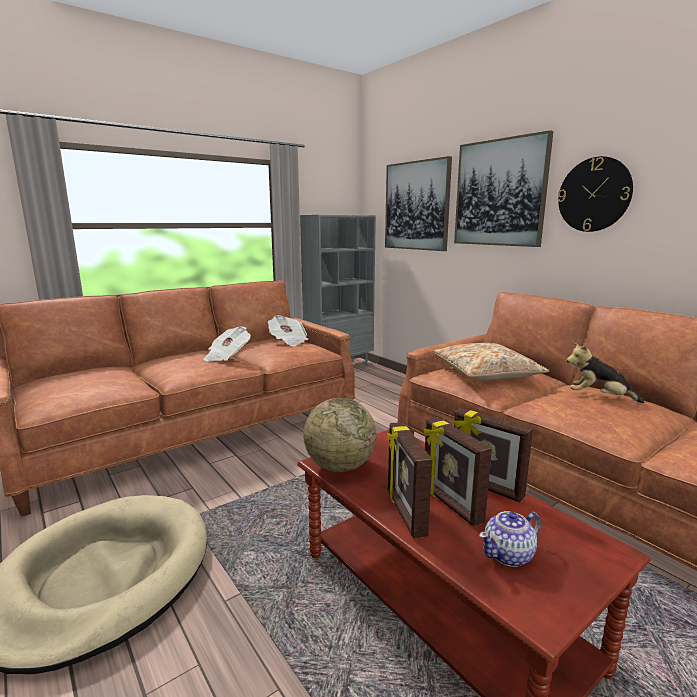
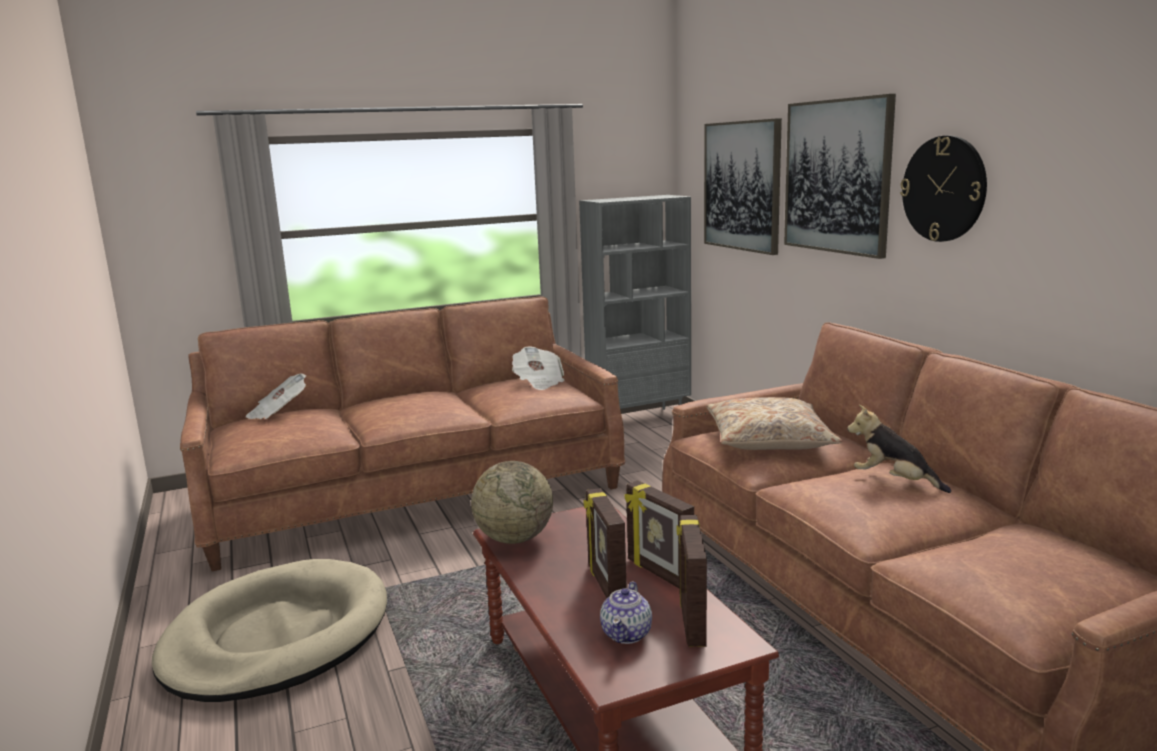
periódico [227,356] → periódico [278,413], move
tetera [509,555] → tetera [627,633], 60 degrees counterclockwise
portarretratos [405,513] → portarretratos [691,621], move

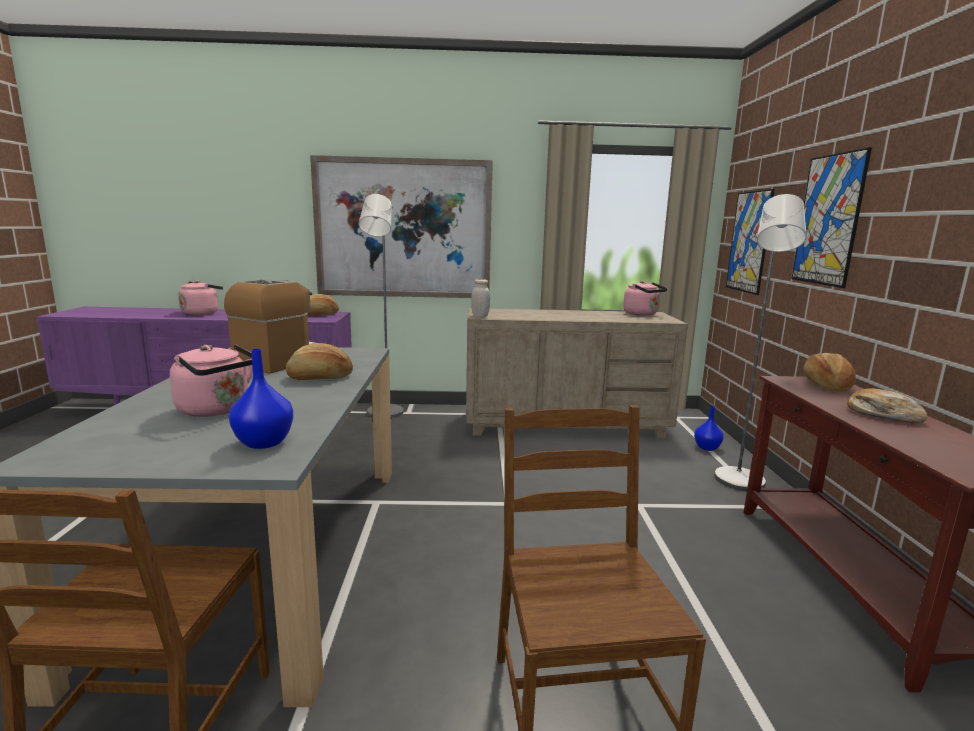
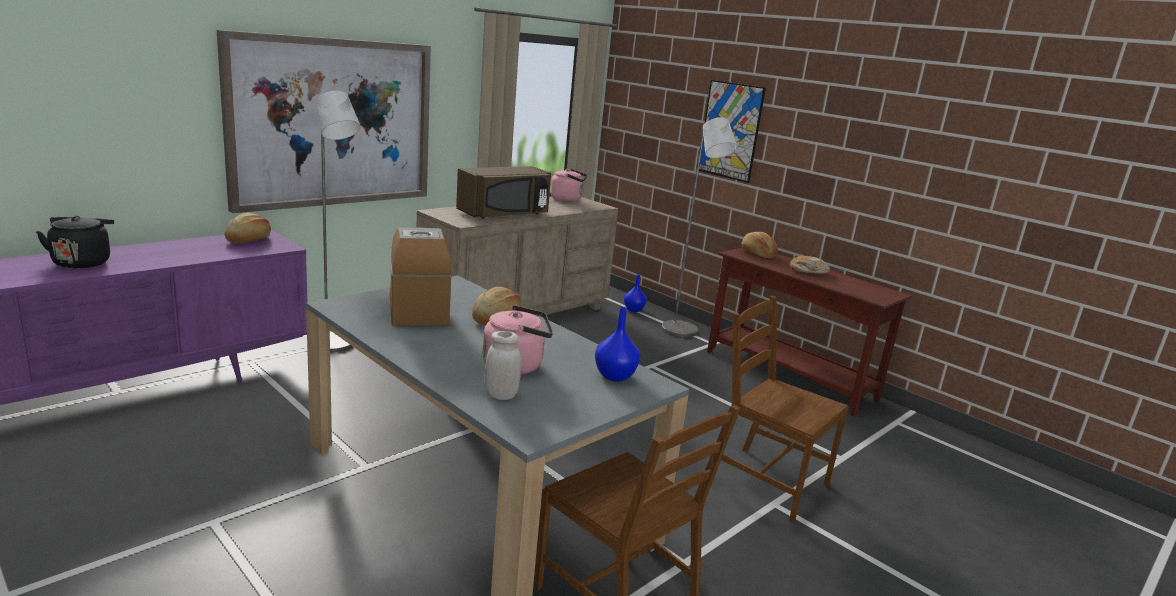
hervidor (rosa) [202,313] → hervidor (negro) [82,262]
- → microondas (marrón) [505,214]
tarro (blanco) [480,316] → tarro (blanco) [501,395], move
cuadro [749,242] → -

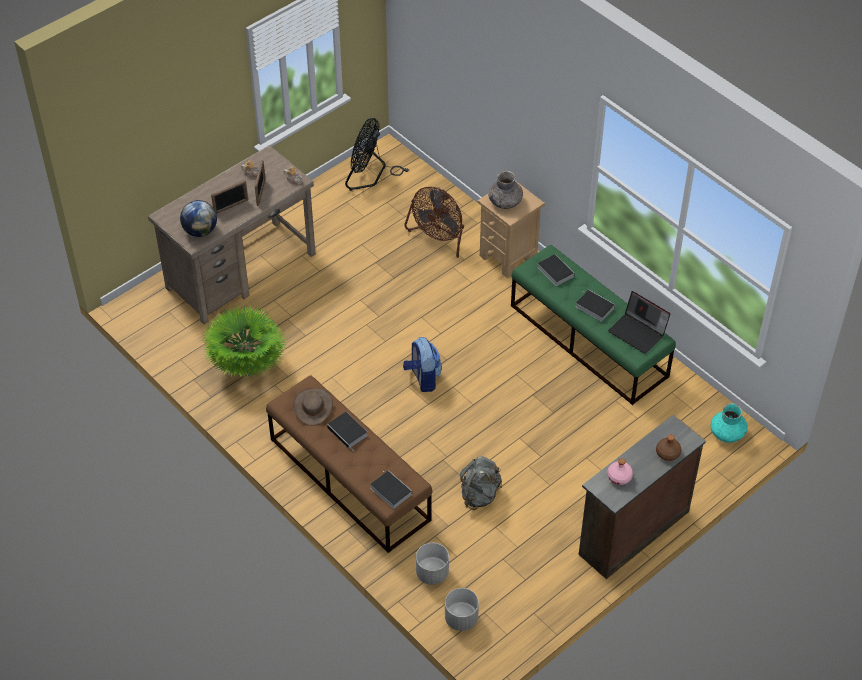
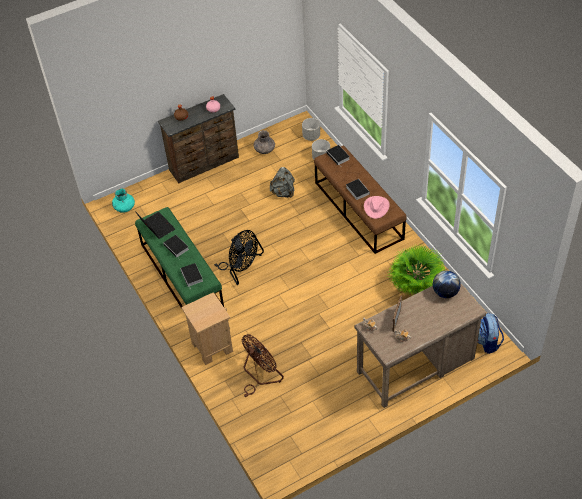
ventilador (negro) [372,172] → ventilador (negro) [240,267], move
florero (gris) [505,201] → florero (gris) [264,150], move
sombrero (marrón) [313,407] → sombrero (rosa) [376,207]
mochila [423,378] → mochila [488,342], move
portarretratos [231,207] → -

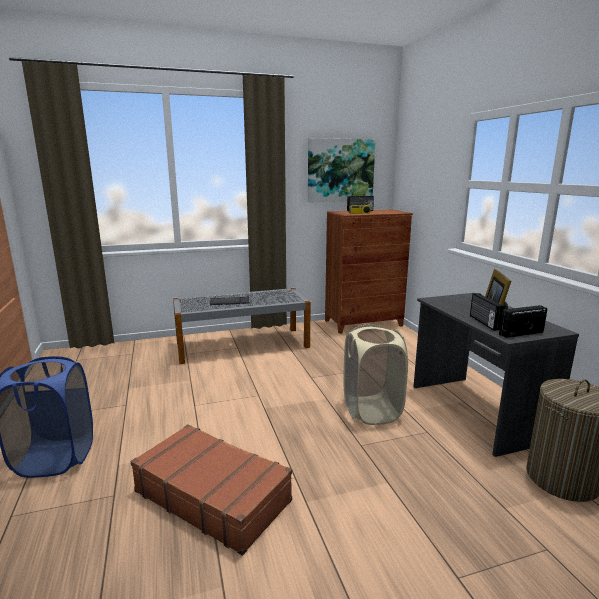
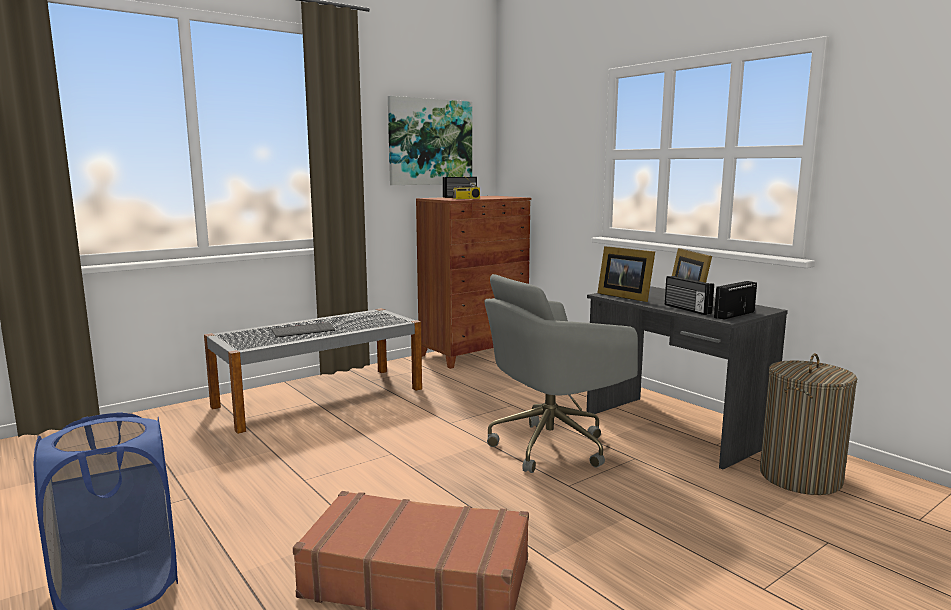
cesto de la ropa (beis) [371,410] → silla de oficina (gris) [554,447]
- → portarretratos [624,296]

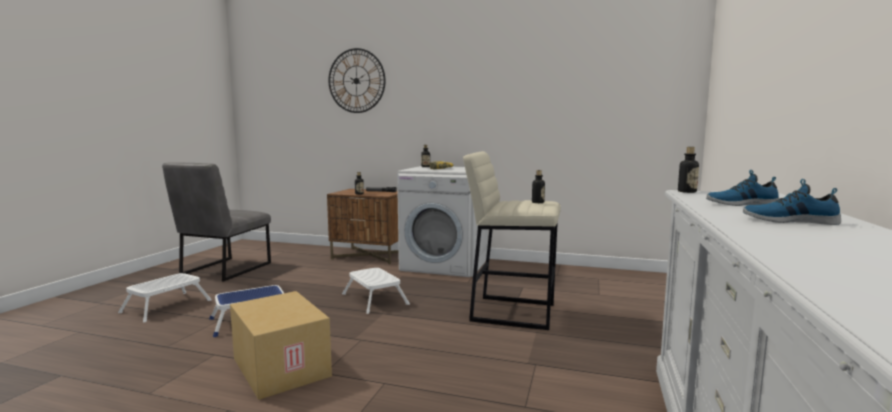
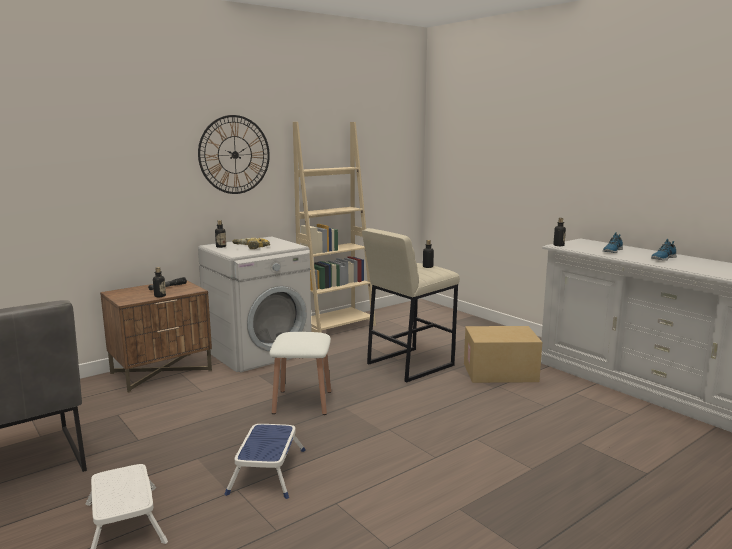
reloj de pared [356,81] → reloj de pared [234,155], move
escalera de tijera (blanco) [374,299] → taburete (blanco) [302,402]
- → estantería (beis) [337,327]
caja de cartón [279,367] → caja de cartón [499,373], move

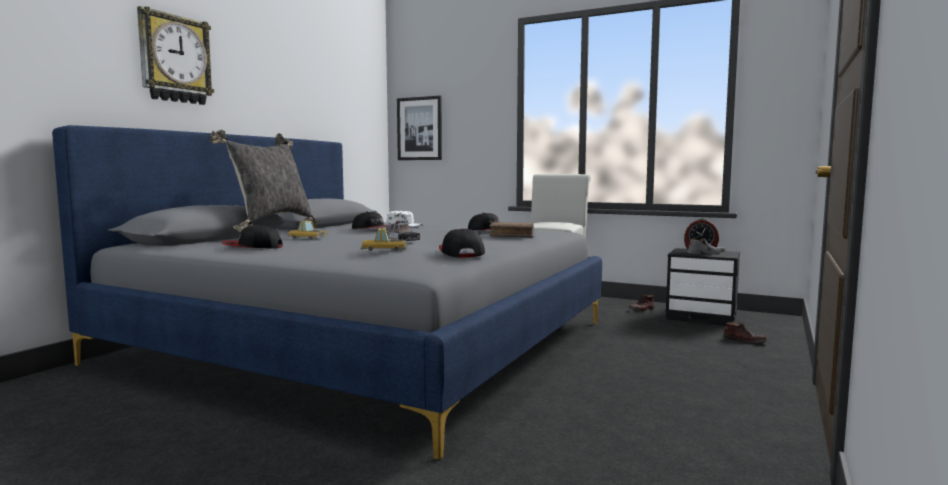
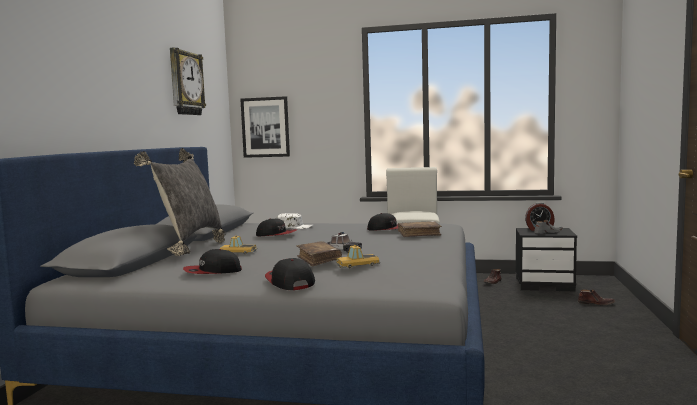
reloj de pared [174,59] → reloj de pared [185,83], move
gorra [461,252] → gorra [289,282], move
- → libro (marrón) [318,259]

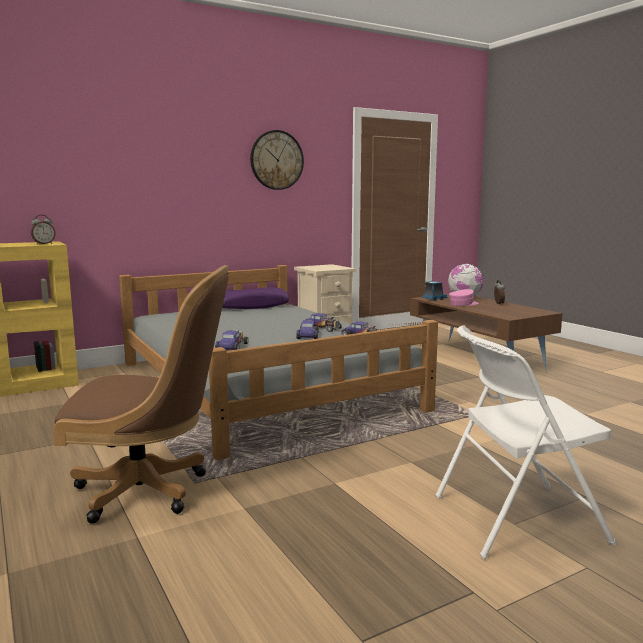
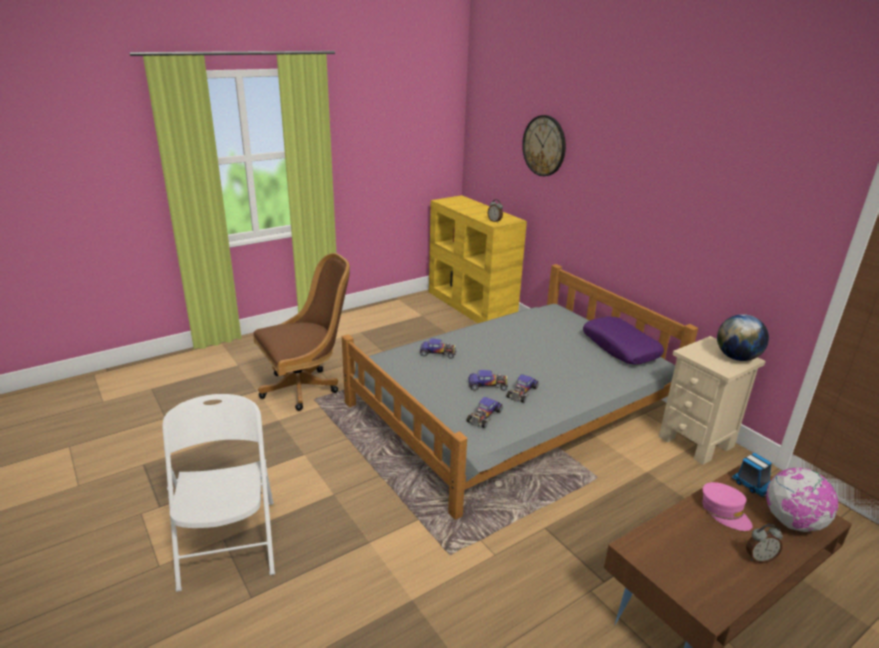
silla de oficina (marrón) [153,491] → silla de oficina (marrón) [306,387], 120 degrees counterclockwise
reloj de pared [276,160] → reloj de pared [544,146], move
- → globo terráqueo [736,357]

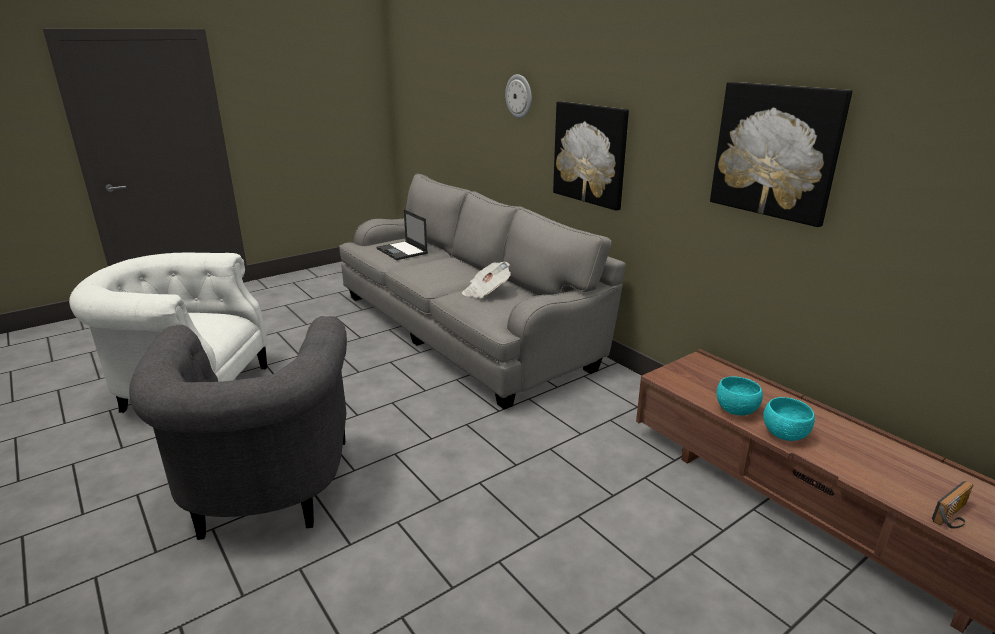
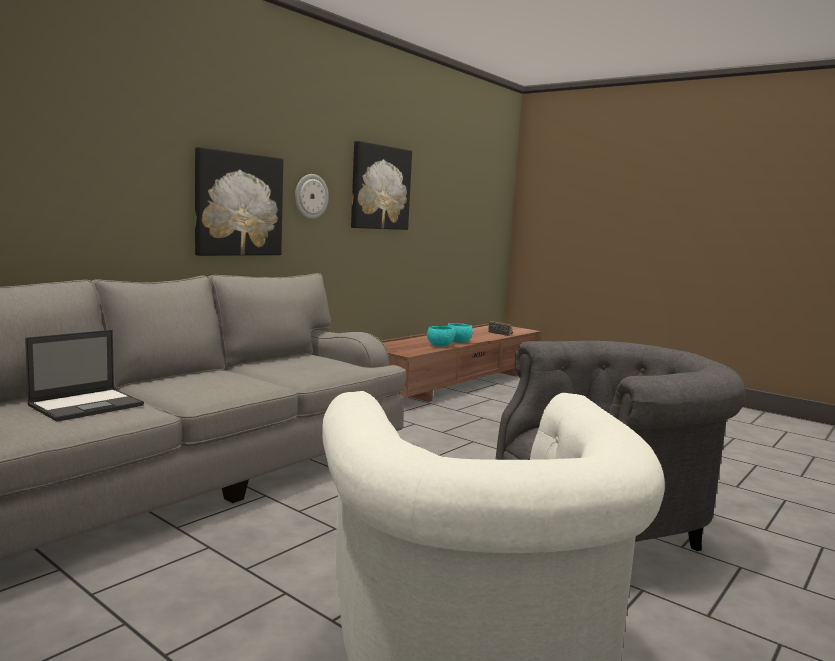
reloj de pared [519,96] → reloj de pared [310,196], move
periódico [486,292] → -

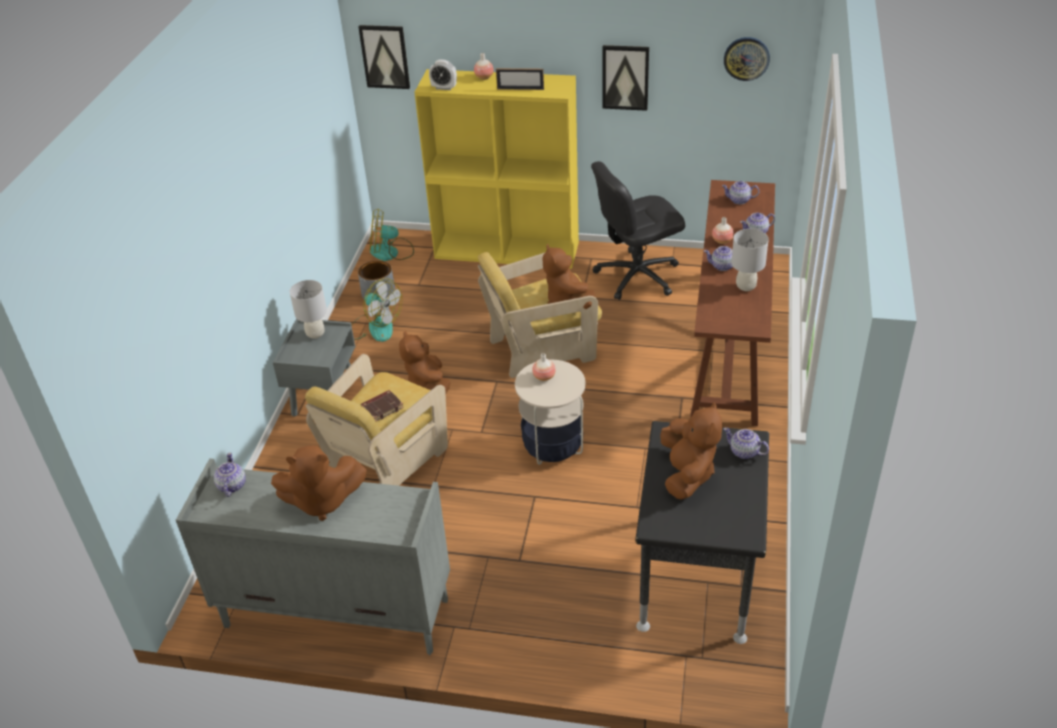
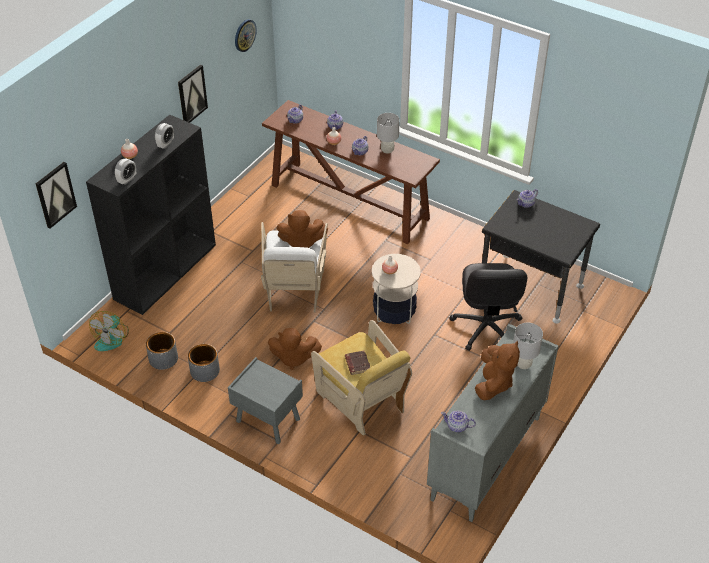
estantería (amarillo) [508,250] → estantería (negro) [165,271]
portarretratos [520,89] → despertador [165,144]
ventilador [375,327] → maceta (gris) [205,371]
sillón (amarillo) [542,348] → sillón (blanco) [295,287]
silla de oficina (negro) [637,276] → silla de oficina (negro) [486,327], move
lámpara de mesa (gris) [314,335] → lámpara de mesa (gris) [523,365], move
peluche (marrón) [687,474] → -

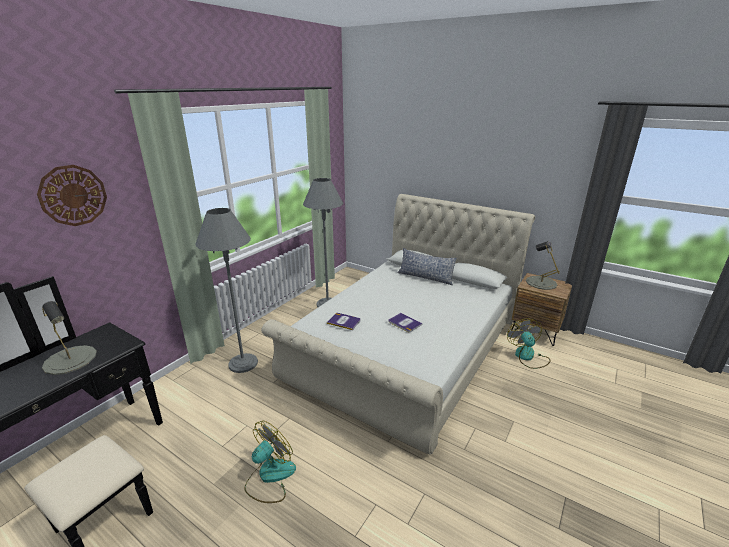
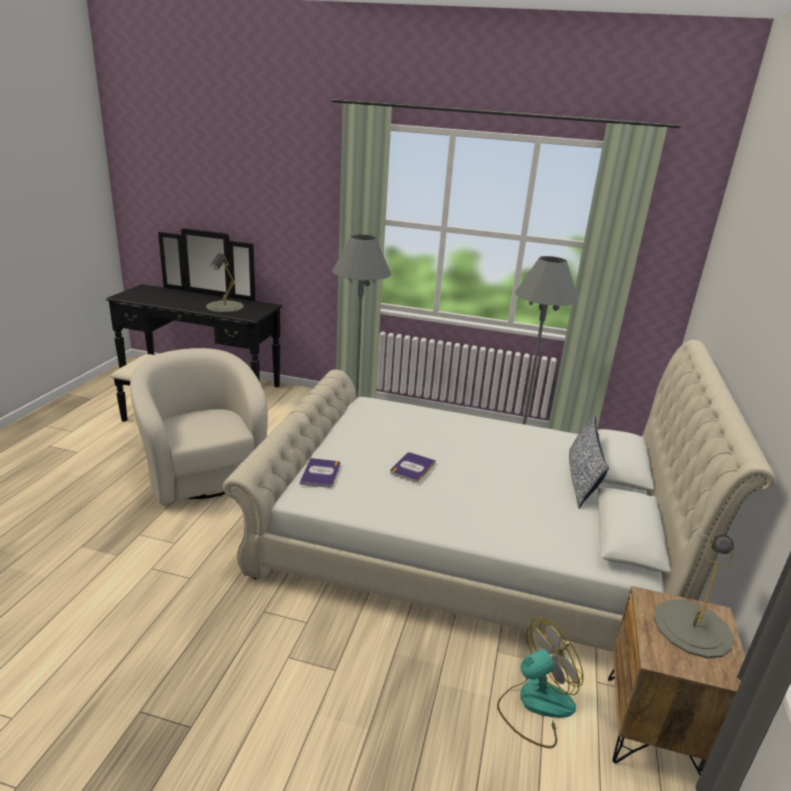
ventilador [270,477] → sillón (beis) [203,473]
libro [344,321] → libro [320,473], move
reloj de pared [73,195] → -

